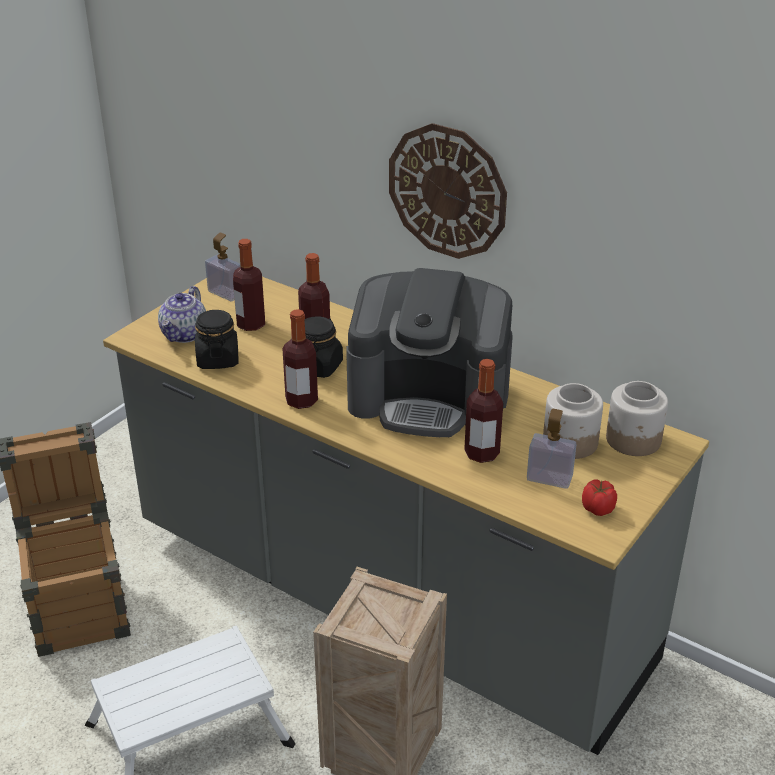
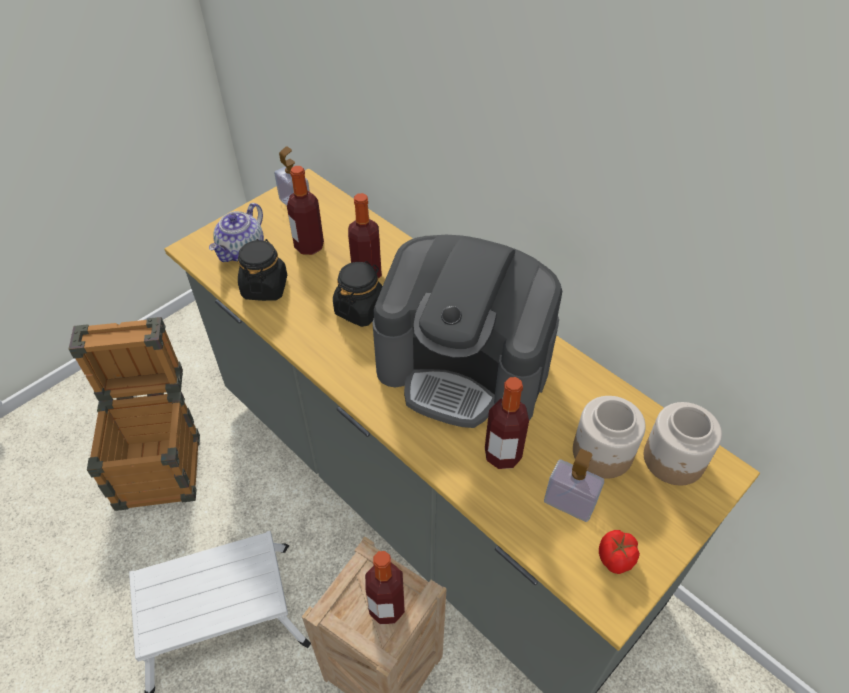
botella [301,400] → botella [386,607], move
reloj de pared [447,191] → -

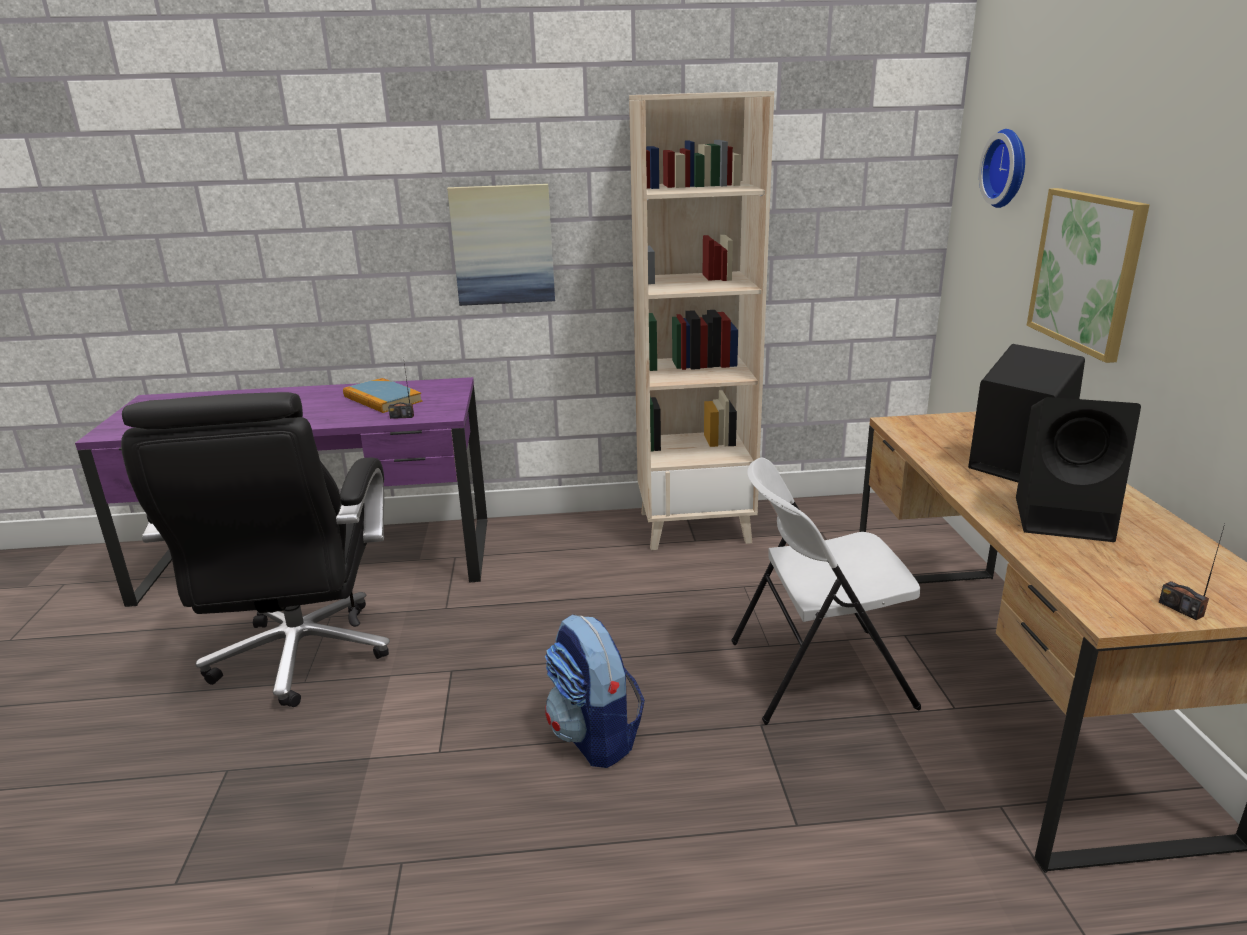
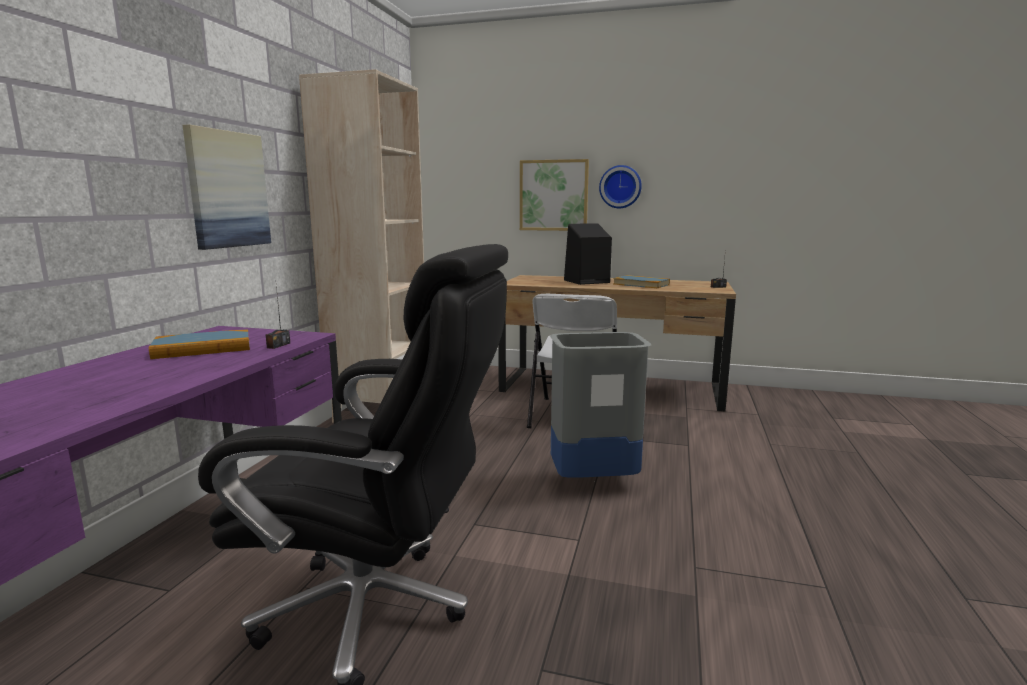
mochila [595,737] → papelera (gris) [594,481]
reloj de pared [1008,168] → reloj de pared [620,187], move
altavoz (negro) [1065,519] → libro [641,284]

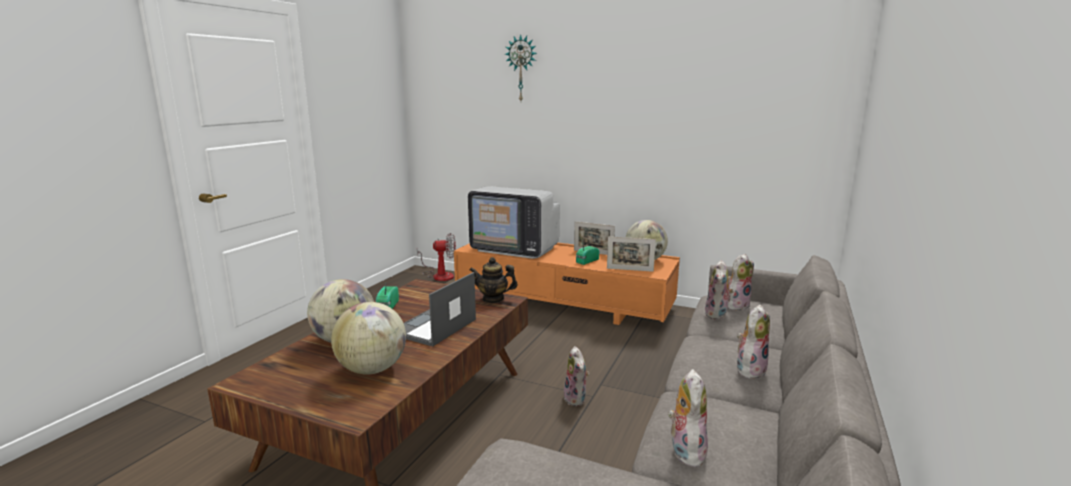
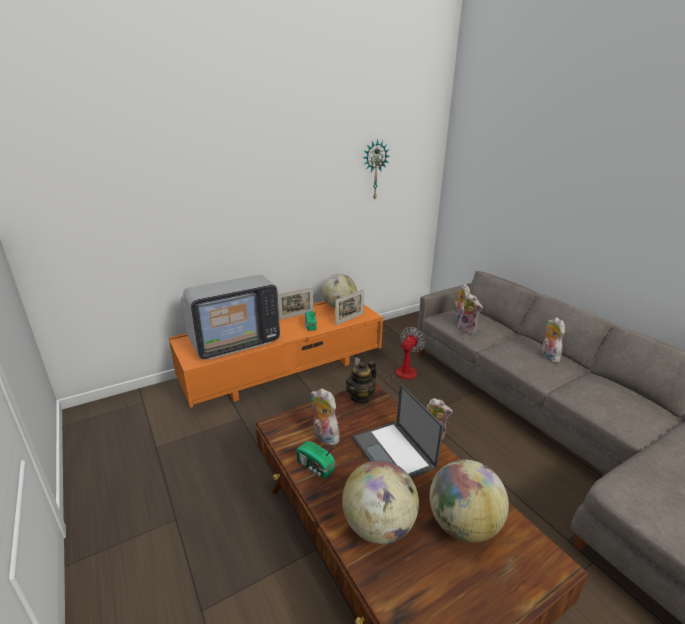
peluche [685,450] → peluche [323,437], move
ventilador [439,275] → ventilador [397,373], move
reloj de pared [521,69] → reloj de pared [374,170], move

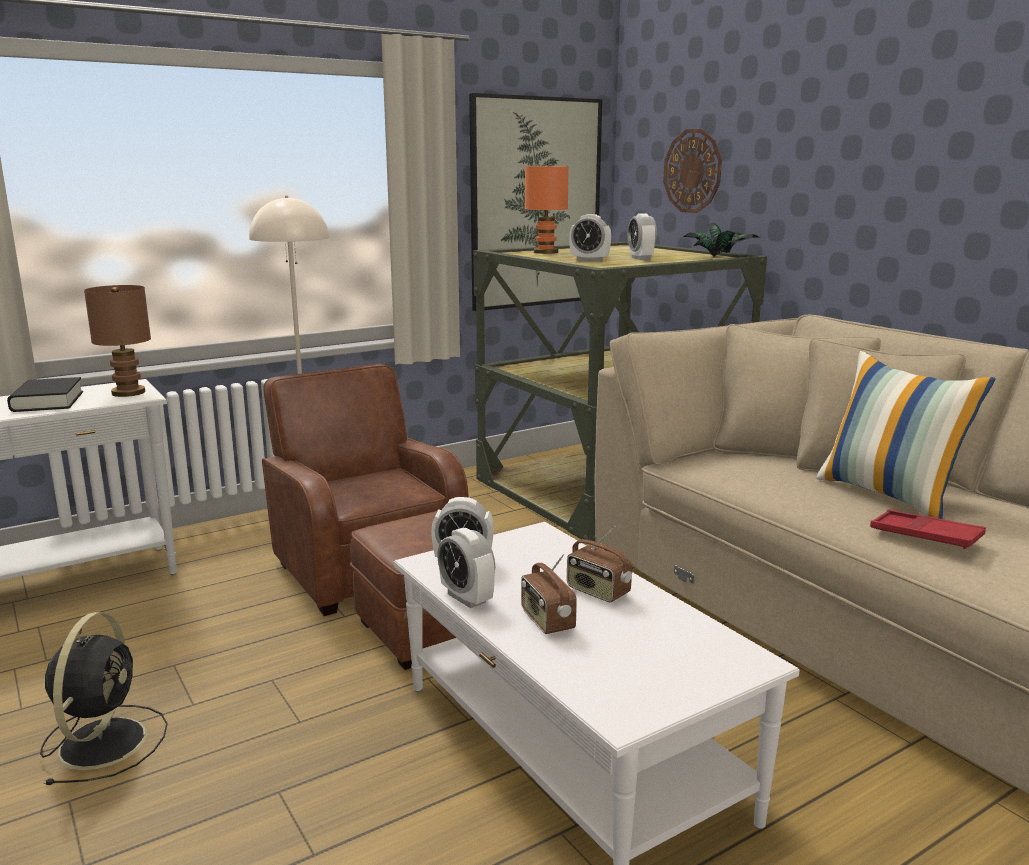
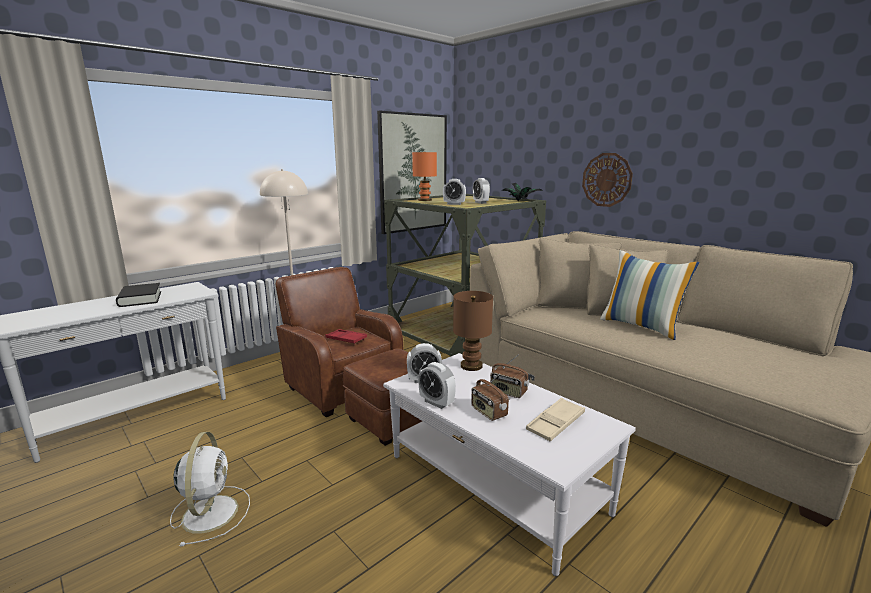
ventilador (negro) [104,741] → ventilador (blanco) [211,512]
bandeja (rojo) [925,536] → bandeja (rojo) [346,339], move
lámpara de mesa (marrón) [128,393] → lámpara de mesa (marrón) [471,366], move
- → bandeja (beis) [555,423]
reloj de pared [692,171] → reloj de pared [606,180], move

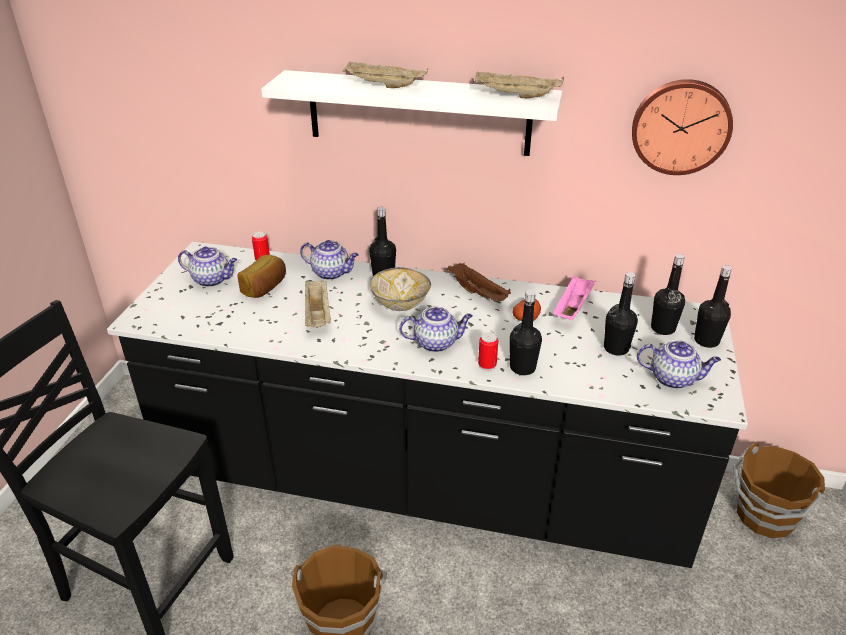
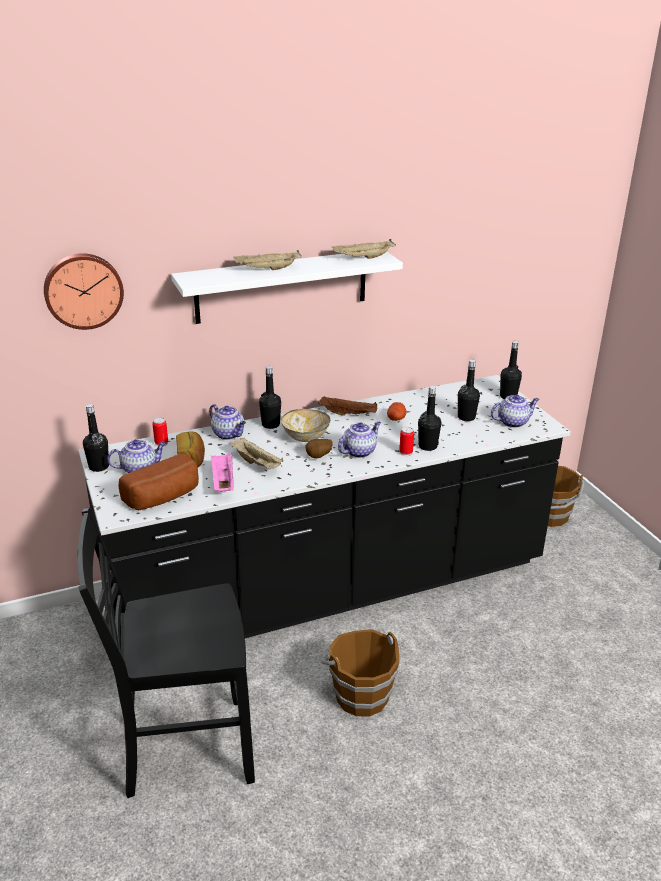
reloj de pared [680,126] → reloj de pared [83,290], move
botella (negro) [662,328] → botella (negro) [99,467], move
- → pan [164,497]
tetera [331,273] → tetera [229,434], 60 degrees clockwise
bandeja (rosa) [572,308] → bandeja (rosa) [223,481], move
- → patata [318,457]

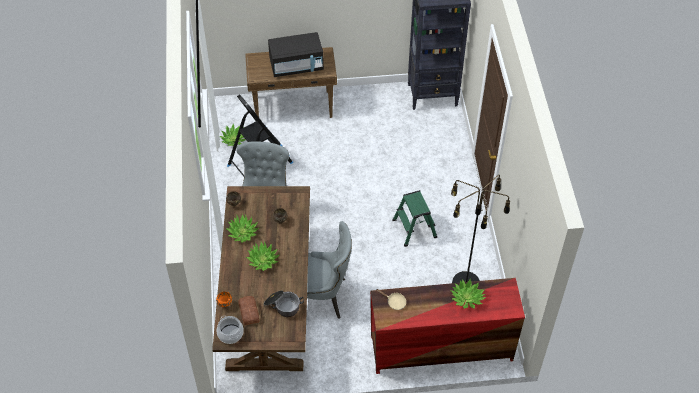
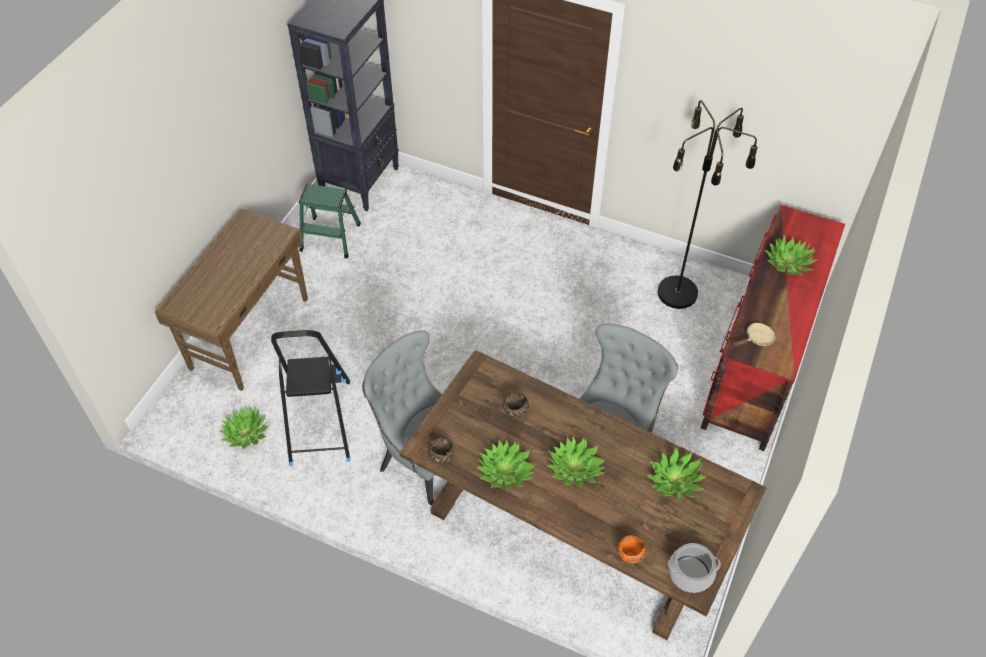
escalera de tijera (verde) [414,228] → escalera de tijera (verde) [330,237], move
olla [283,306] → planta en maceta [674,480]
pan [249,312] → -
microondas (negro) [296,66] → -

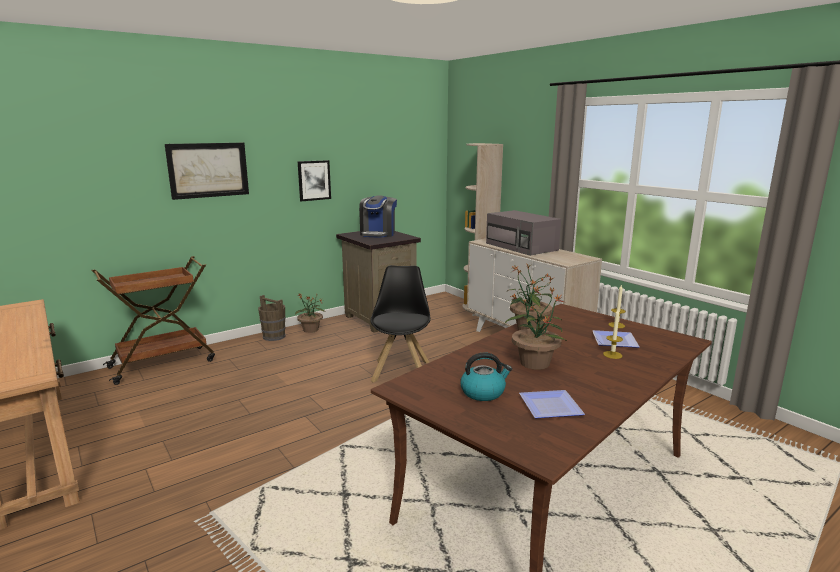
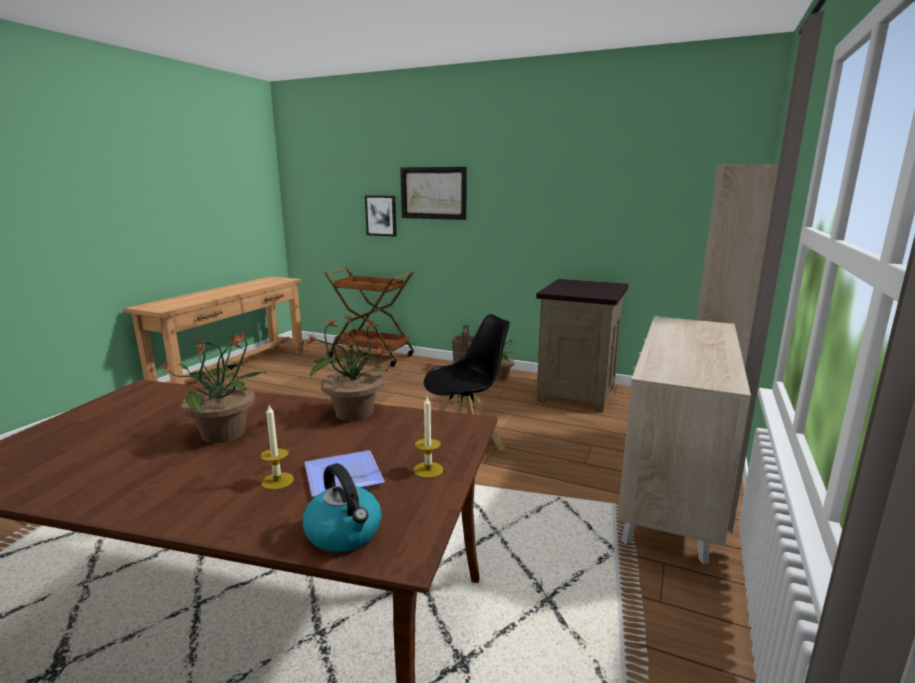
hervidor [483,392] → hervidor [345,533], move
cuadro [314,180] → cuadro [381,215], move
cafetera [378,234] → -
microondas (gris) [522,247] → -
plato [553,407] → -

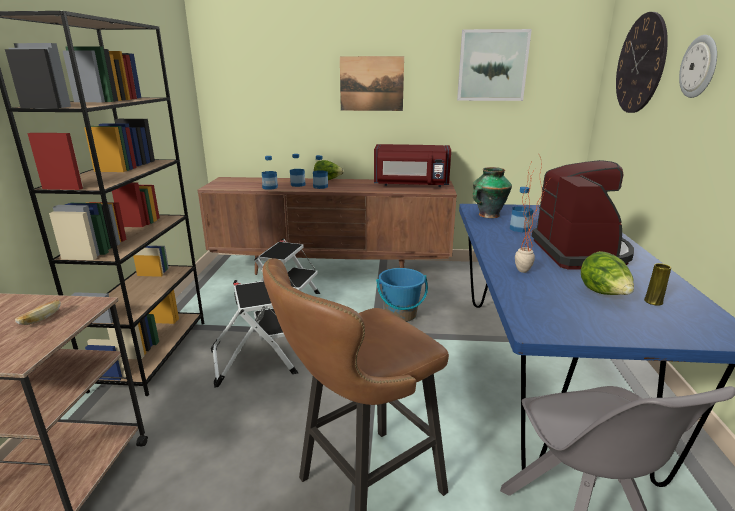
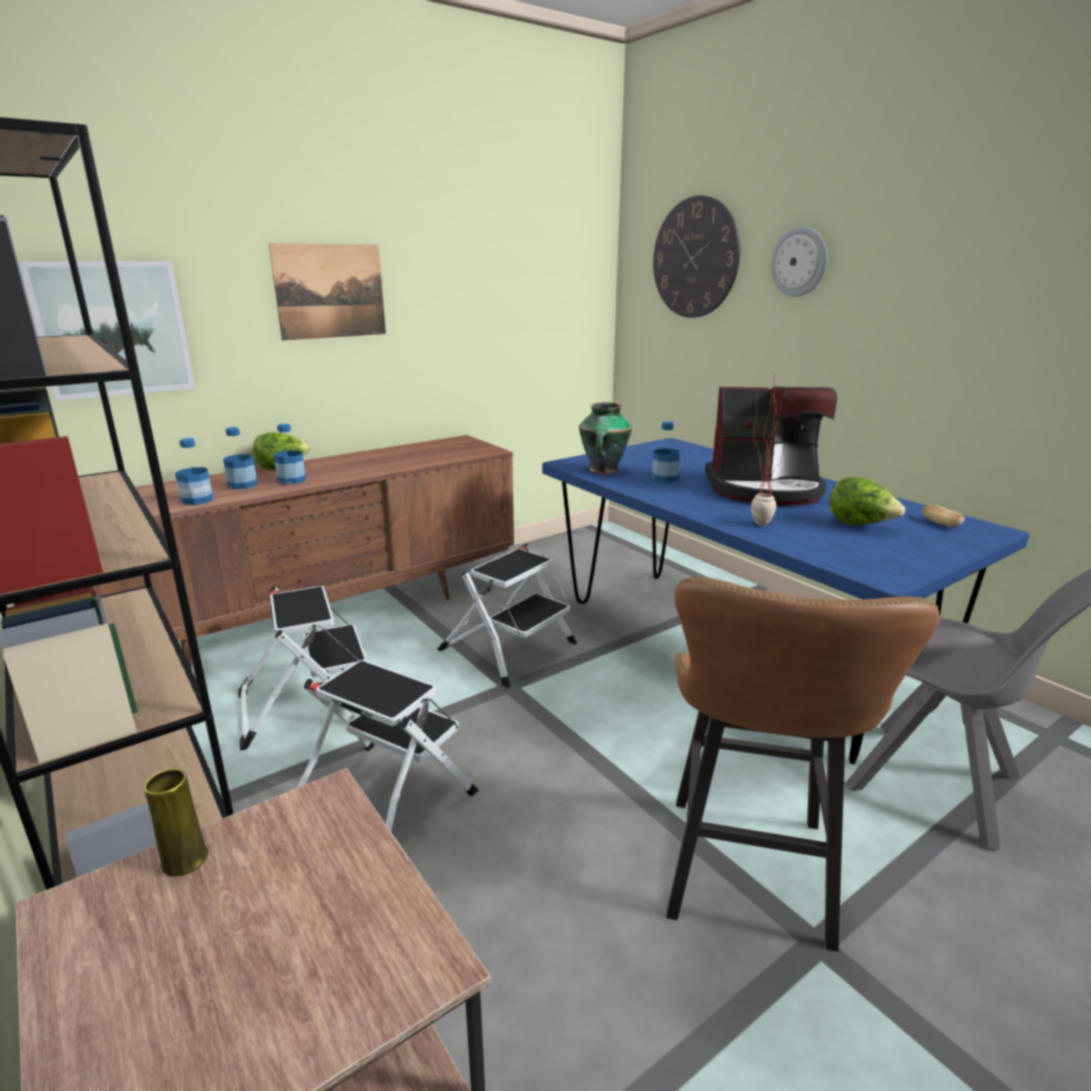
cuadro [492,65] → cuadro [113,329], move
florero (amarillo) [653,301] → florero (amarillo) [185,859], move
cubo (azul) [400,315] → escalera de tijera [507,648]
cafetera [581,252] → cafetera [765,489], 135 degrees clockwise
pan [41,319] → pan [940,524], move
microondas (rojo) [411,185] → -

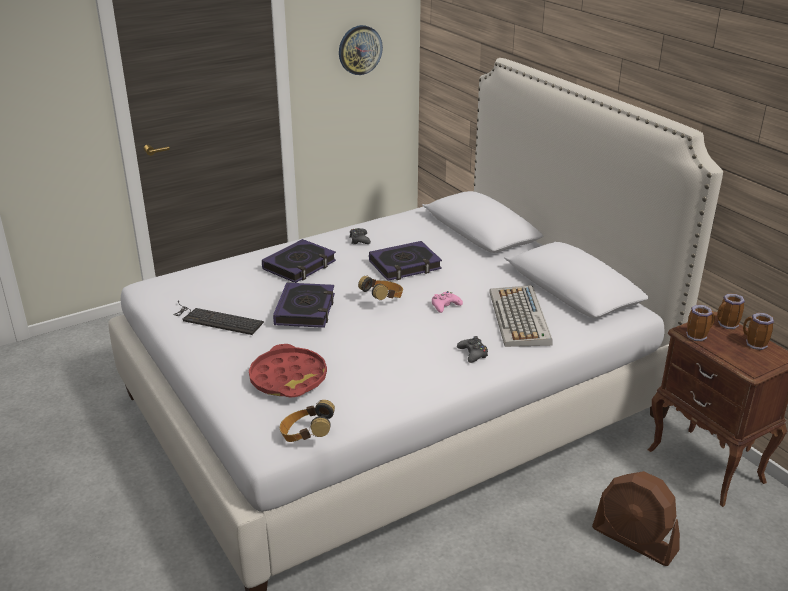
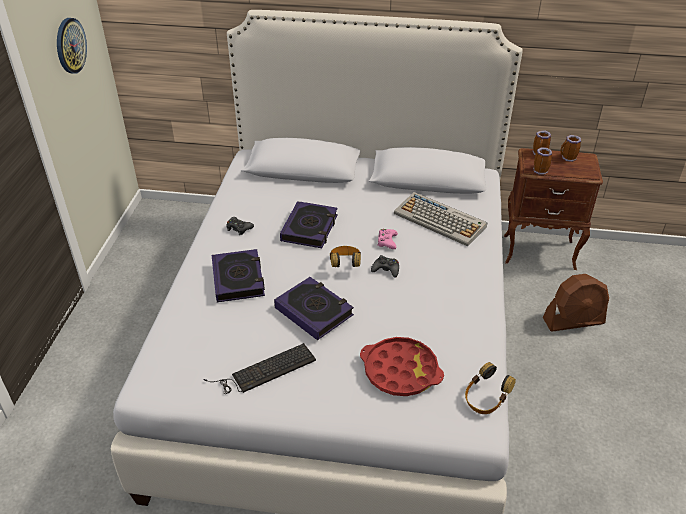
mando de consola (negro) [473,354] → mando de consola (negro) [386,269], move

